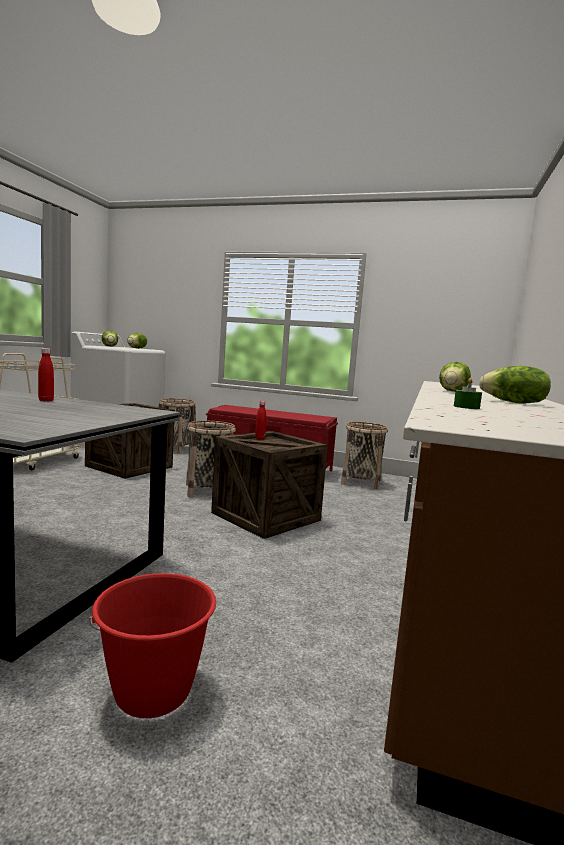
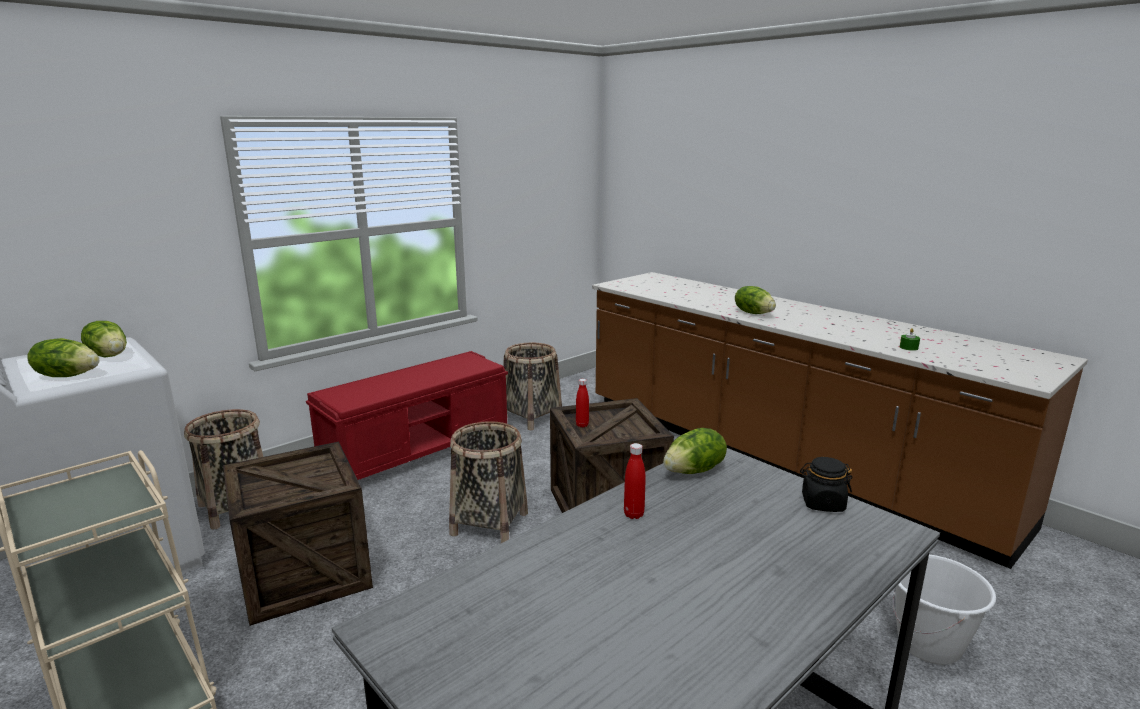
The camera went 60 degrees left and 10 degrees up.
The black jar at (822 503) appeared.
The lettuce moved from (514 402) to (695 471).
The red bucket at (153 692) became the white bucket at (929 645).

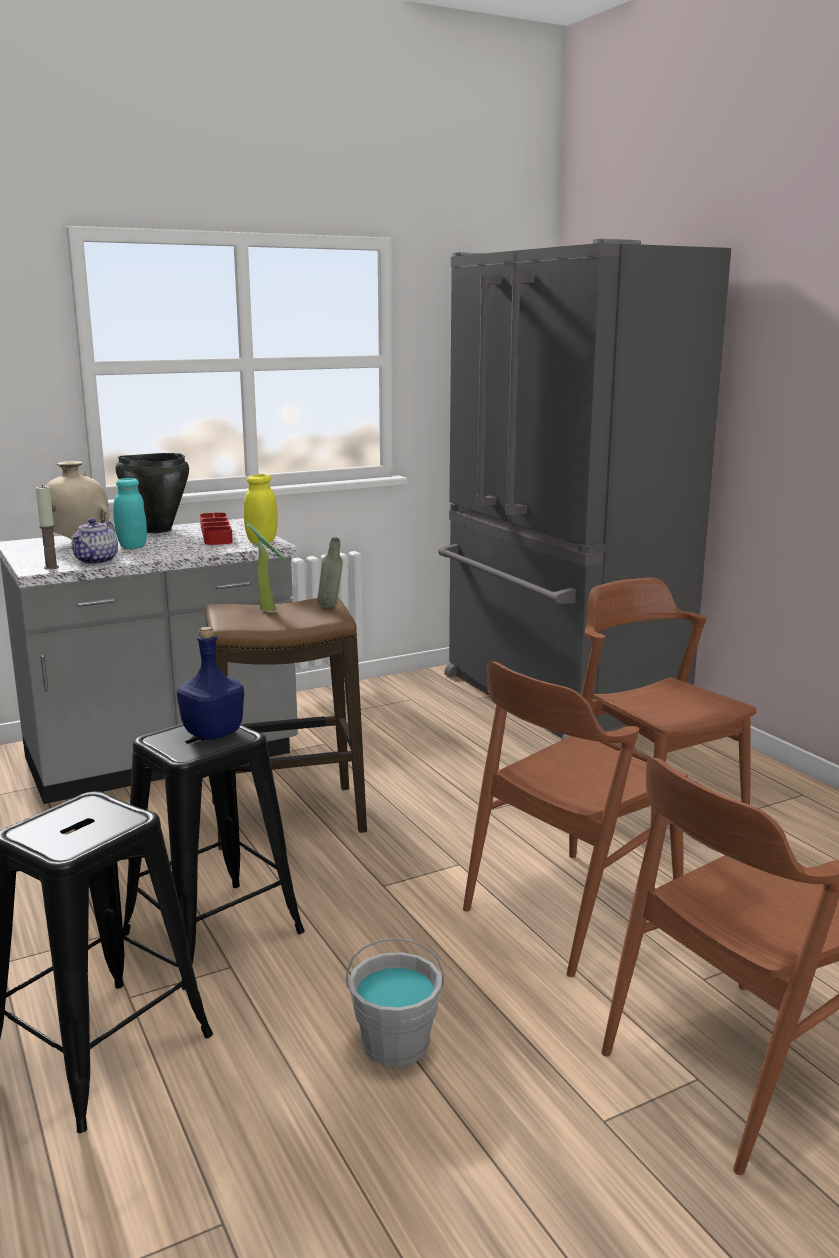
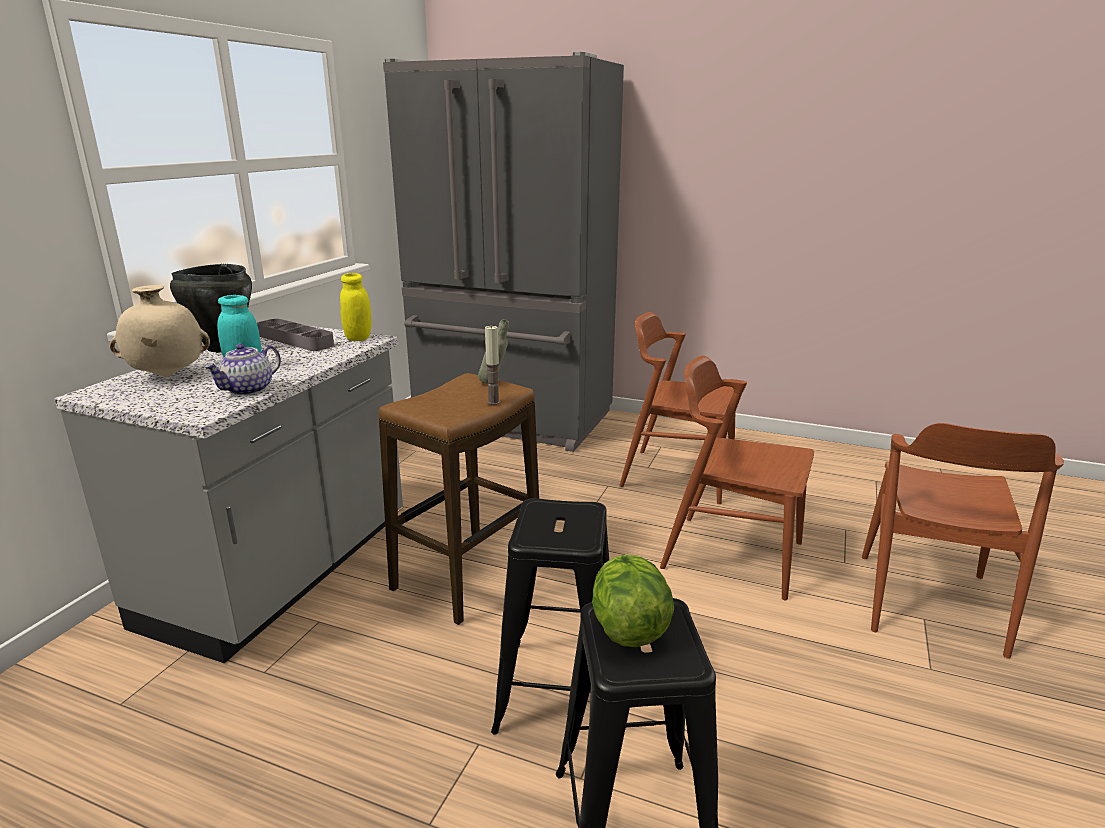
The camera went 40 degrees left and 5 degrees up.
The blue bottle at (214 733) disappeared.
The potted plant at (269 608) disappeared.
The grey bucket at (395 1044) disappeared.
The lettuce at (628 628) appeared.
The candle moved from (51 567) to (493 402).
The red tray at (216 534) became the grey tray at (295 340).
The teapot at (97 561) turned 60 degrees clockwise.
The brown chair at (571 910) turned 105 degrees clockwise.

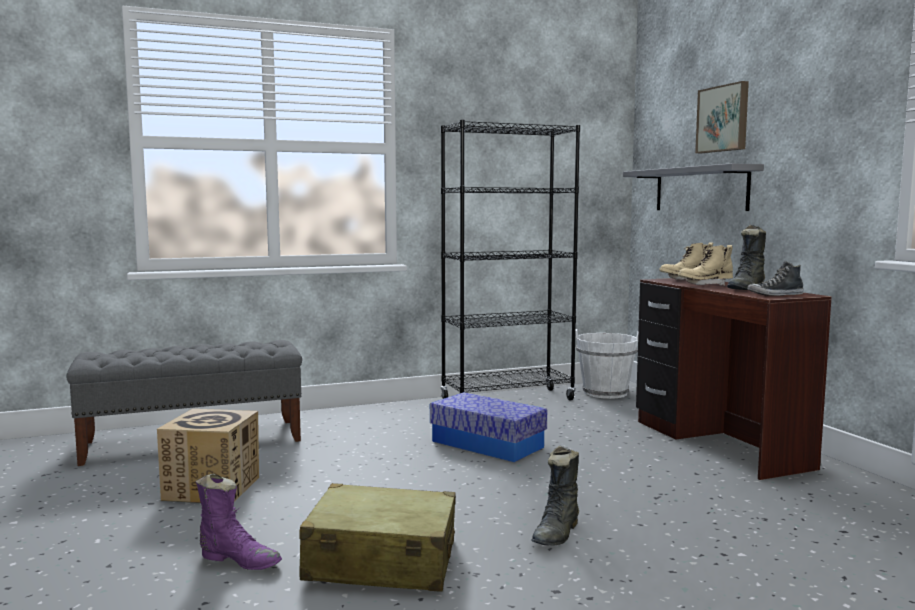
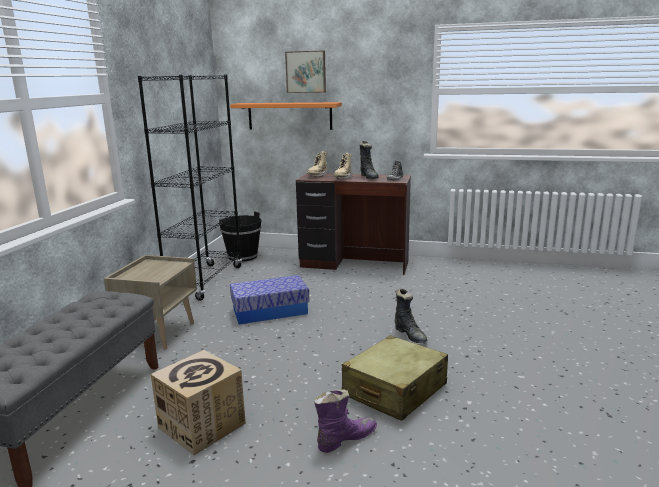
The camera went 55 degrees left and 10 degrees up.
The beige nightstand at (159 333) appeared.
The white bucket at (605 393) became the black bucket at (243 257).
The grey shelf at (700 189) became the orange shelf at (289 116).

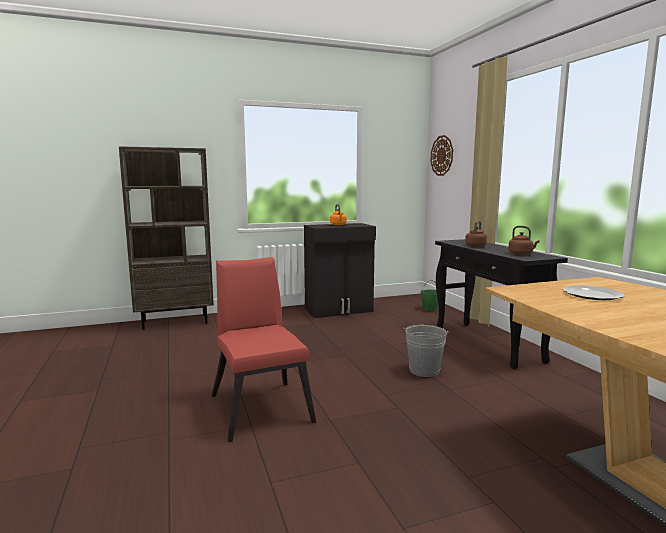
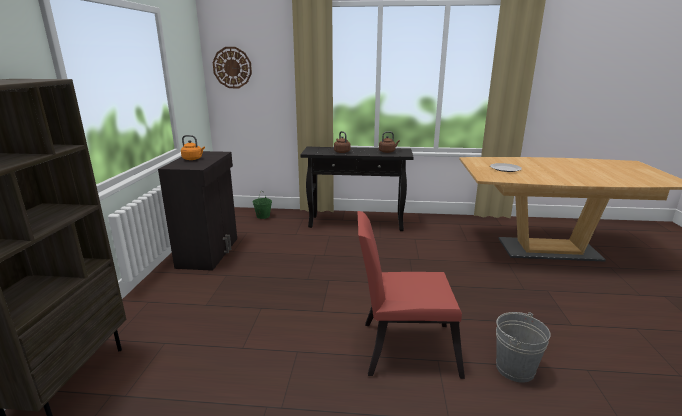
The camera went 65 degrees left and 10 degrees up.
The grey bucket moved from (424 370) to (515 368).

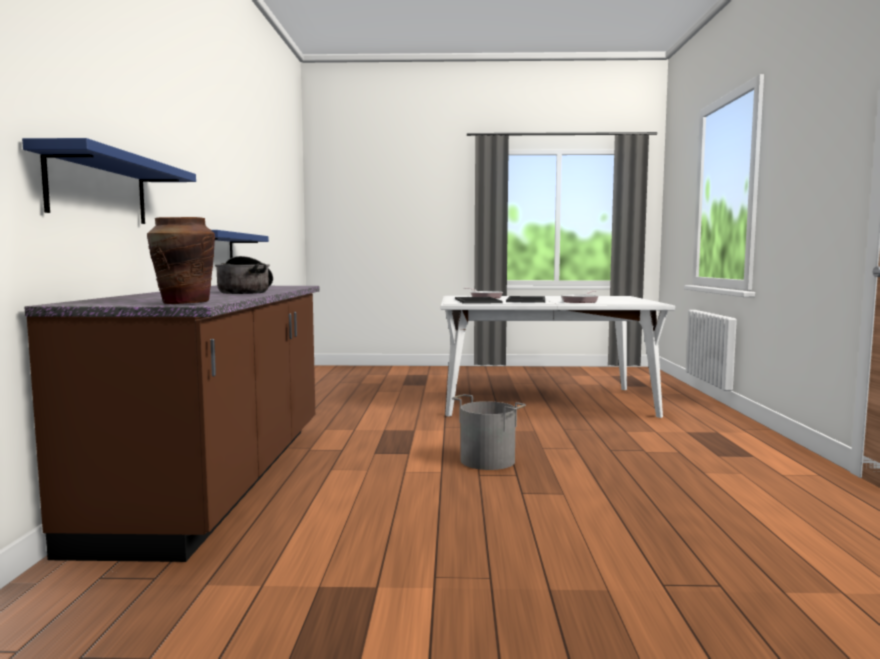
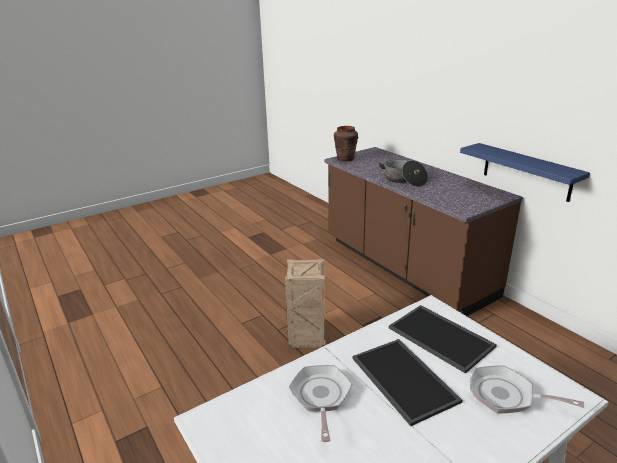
The camera went 145 degrees right and 20 degrees up.
The blue shelf at (98 189) disappeared.
The grey bucket at (488 460) was replaced by the crate at (308 338).

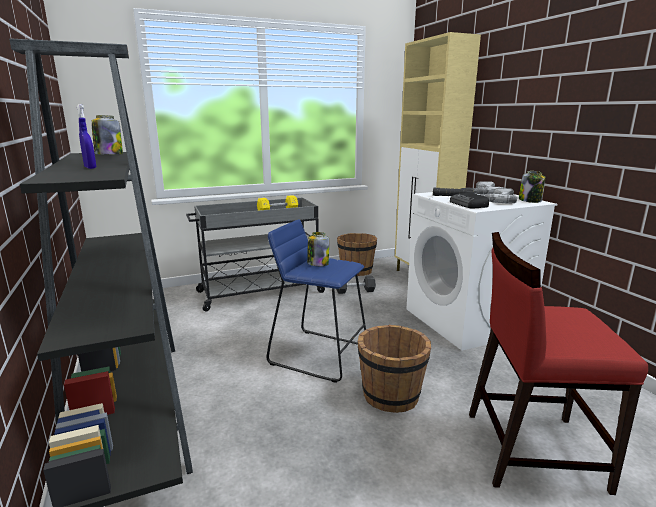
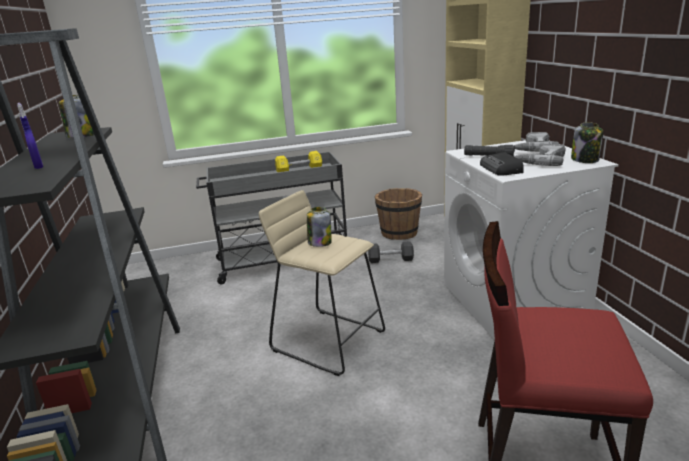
The camera went 10 degrees right and 5 degrees up.
The brown bucket at (391 395) disappeared.
The blue stool at (319 354) became the beige stool at (329 340).

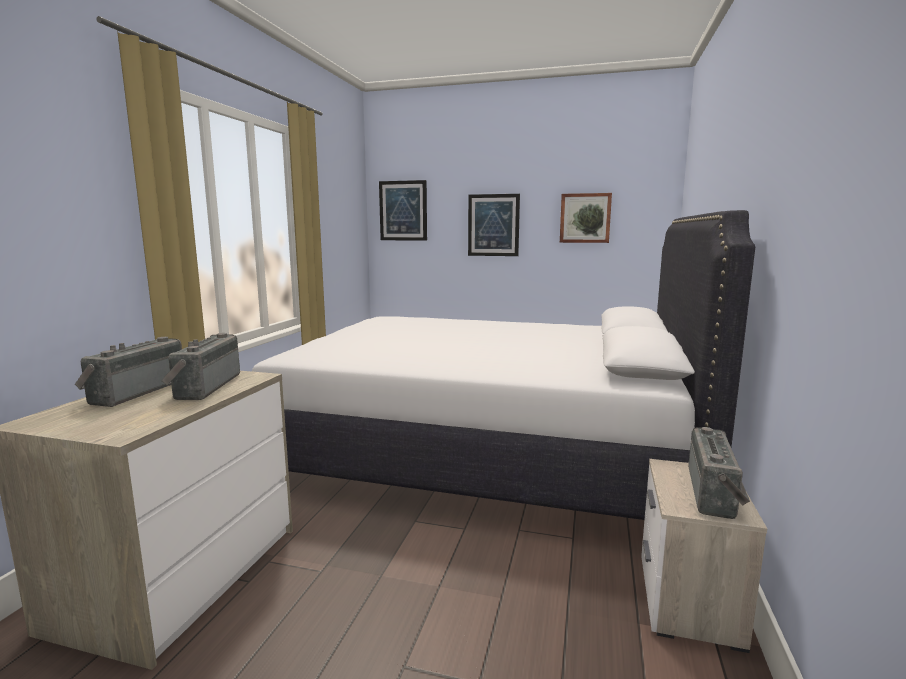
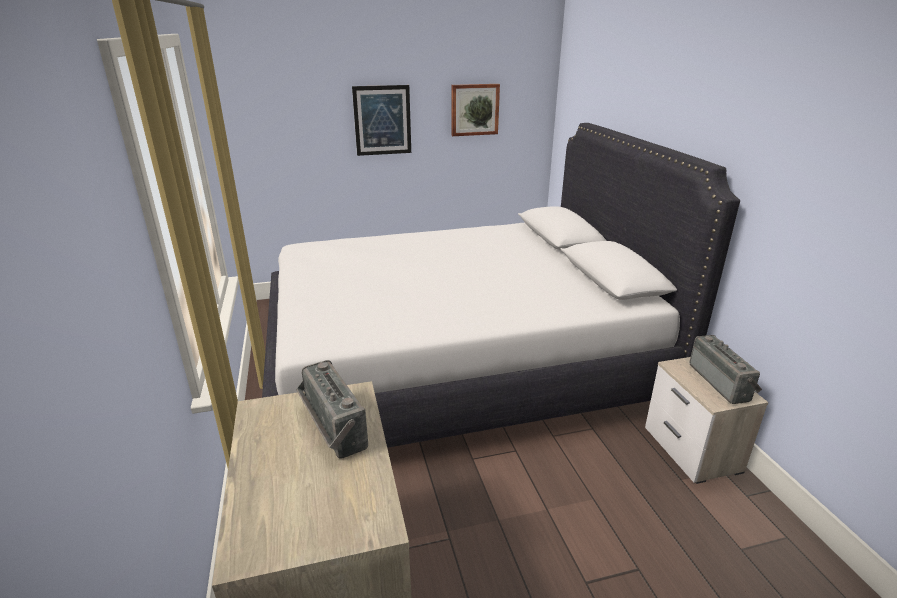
The camera went 30 degrees left and 15 degrees up.
The radio at (135 391) disappeared.
The picture at (403 211) disappeared.

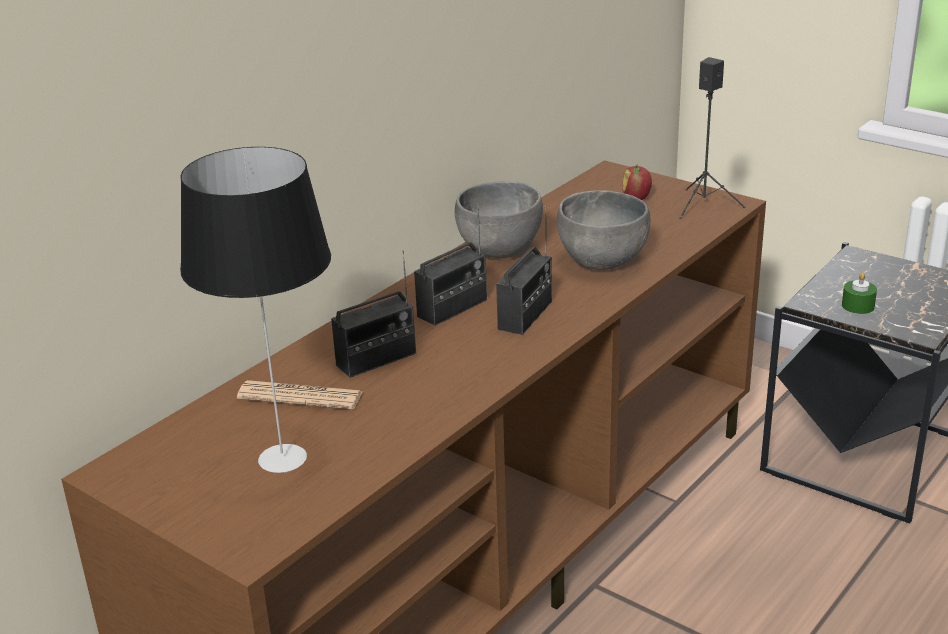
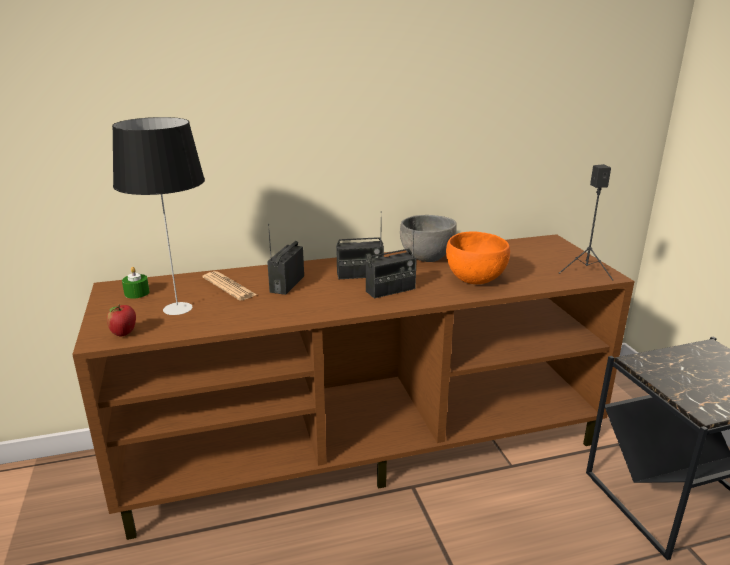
The camera went 35 degrees right and 5 degrees down.
The apple moved from (636 198) to (124 333).
The green candle moved from (858 306) to (137 293).
The grey bowl at (601 262) became the orange bowl at (474 279).
The radio at (376 359) turned 105 degrees clockwise.

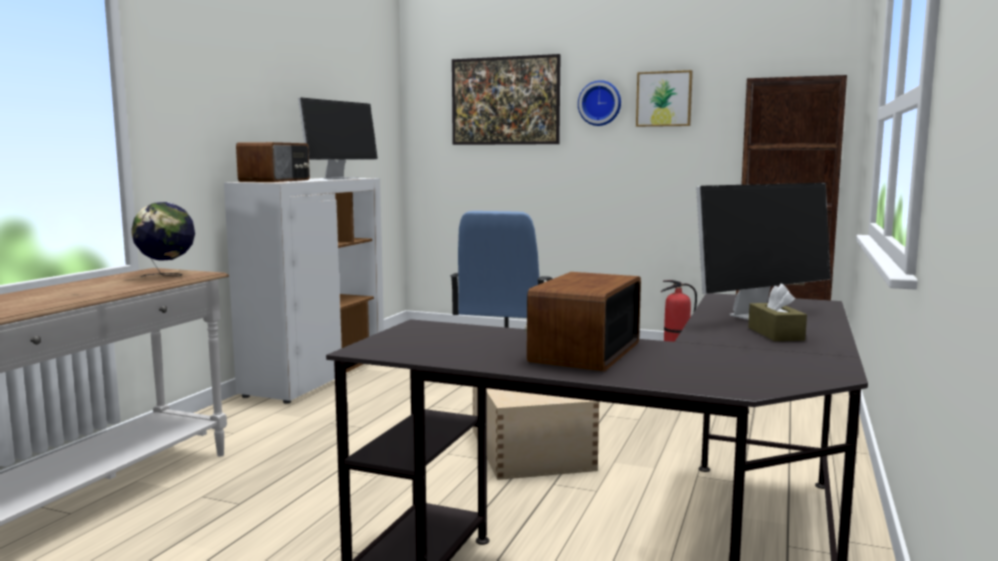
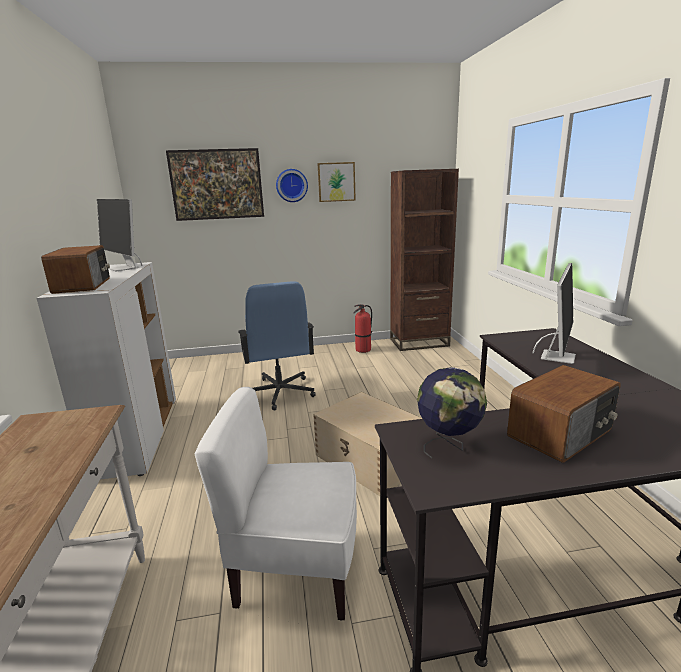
The camera went 30 degrees left and 10 degrees up.
The brown tissue box at (775 334) disappeared.
The white chair at (296 570) appeared.
The globe moved from (167 276) to (449 446).
The monitor at (341 178) turned 135 degrees clockwise.
The radio at (583 352) turned 120 degrees counterclockwise.

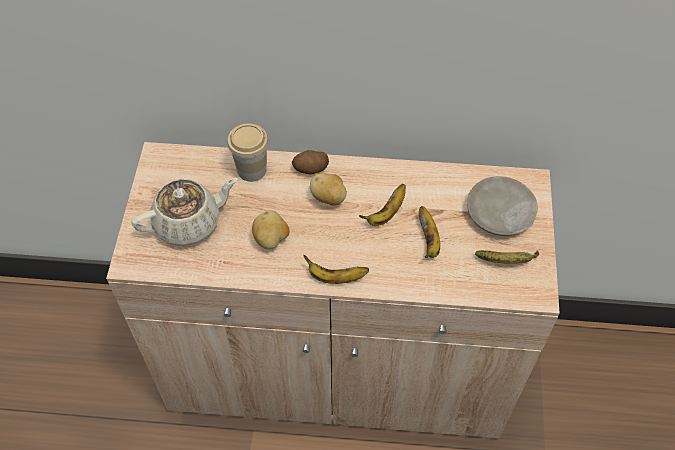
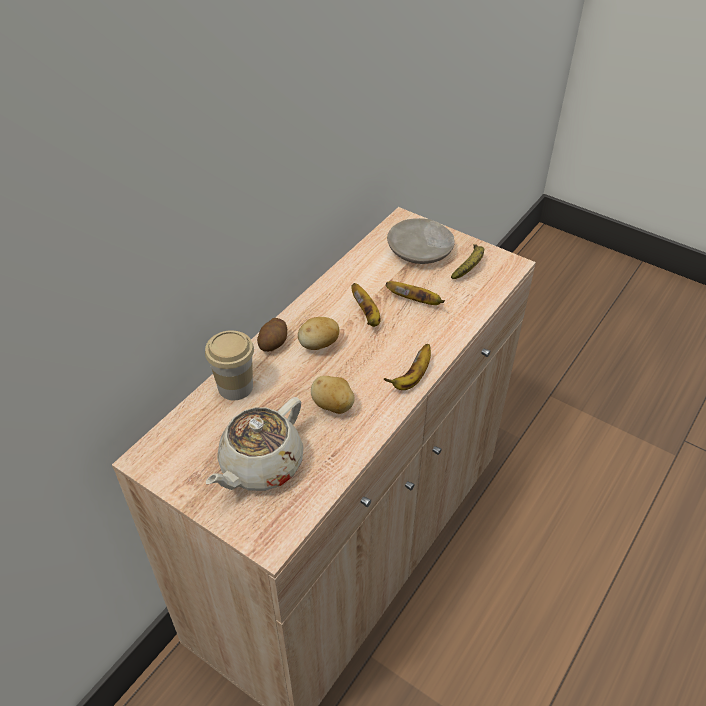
The camera went 60 degrees left and 10 degrees down.
The beige teapot at (189 223) turned 150 degrees counterclockwise.

